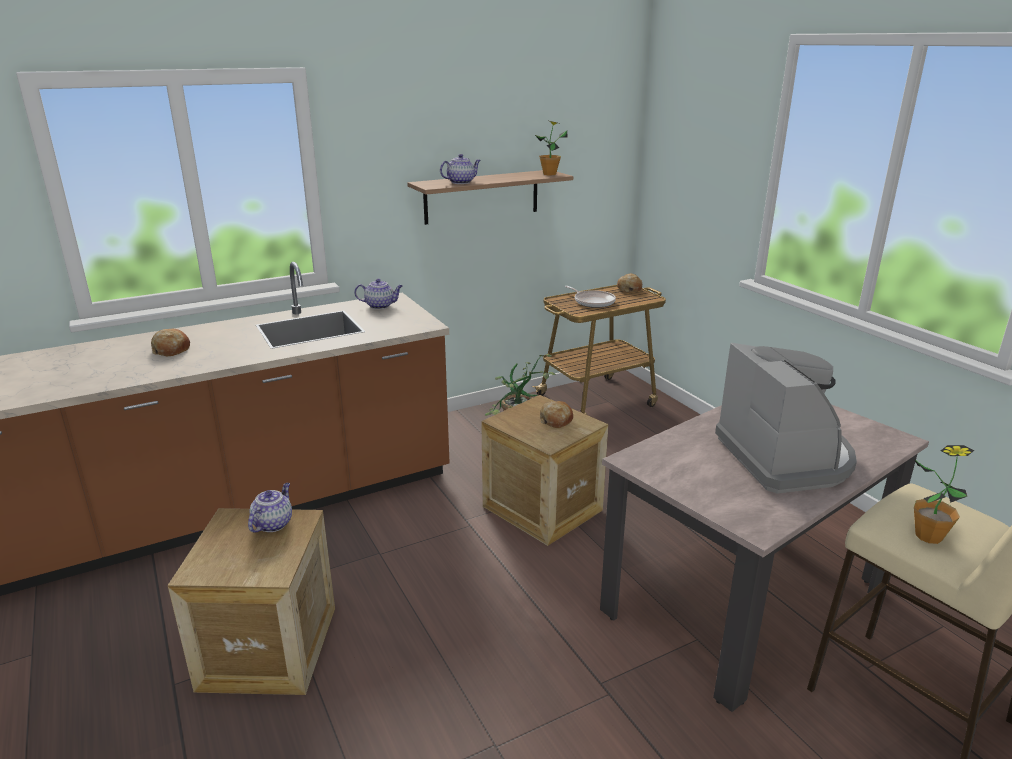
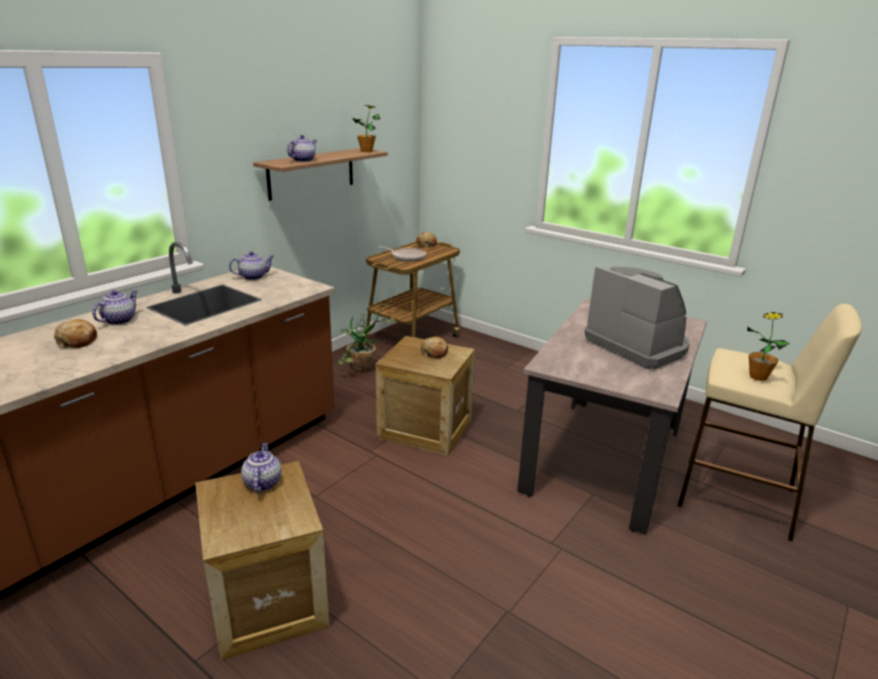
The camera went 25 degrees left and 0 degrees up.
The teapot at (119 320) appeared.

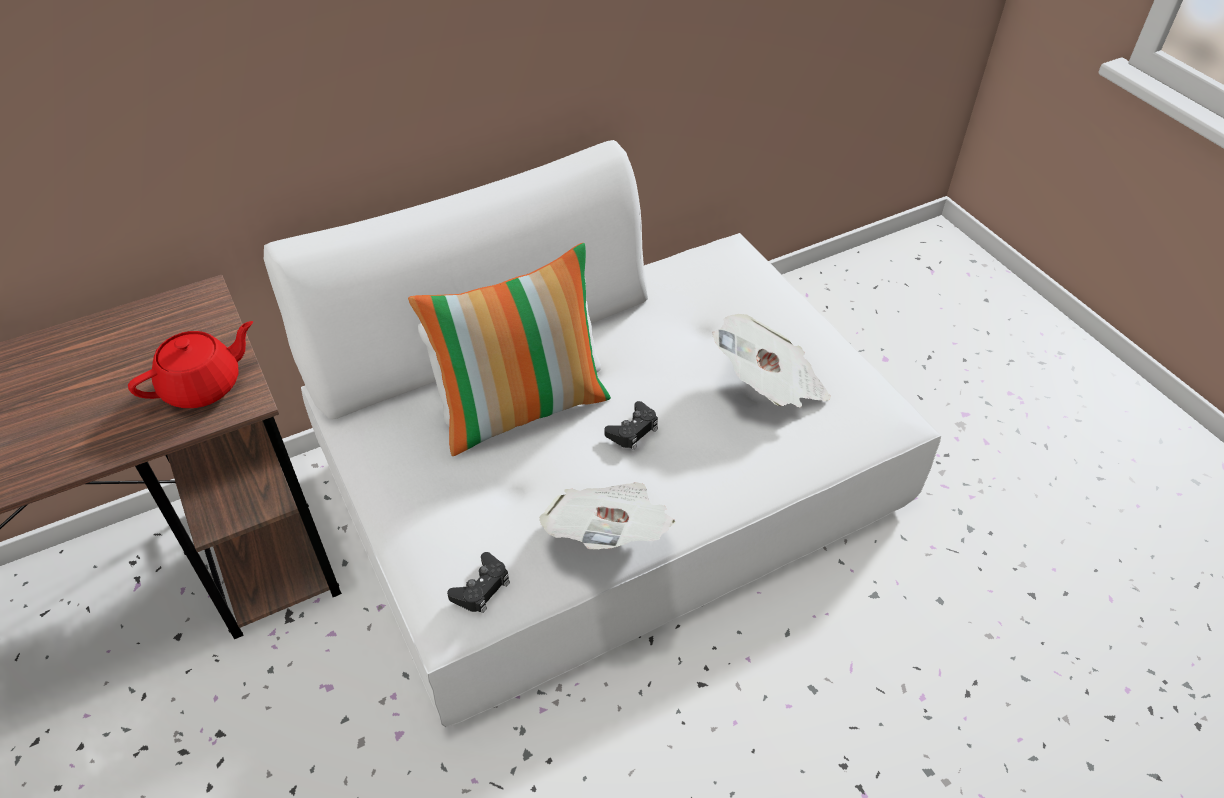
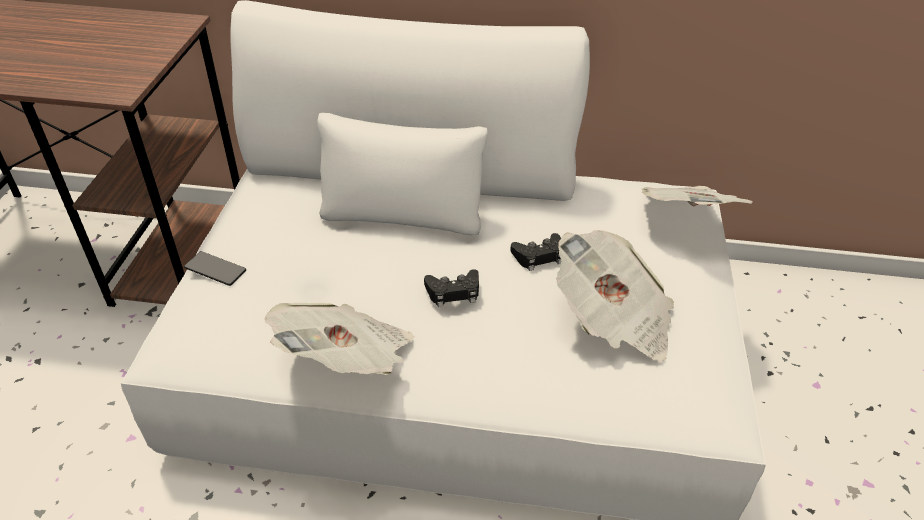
The camera went 35 degrees right and 5 degrees down.
The red teapot at (204 386) disappeared.
The pillow at (523 407) disappeared.
The phone at (215 269) appeared.
The newspaper at (688 218) appeared.
The black game controller moved from (481 588) to (539 256).

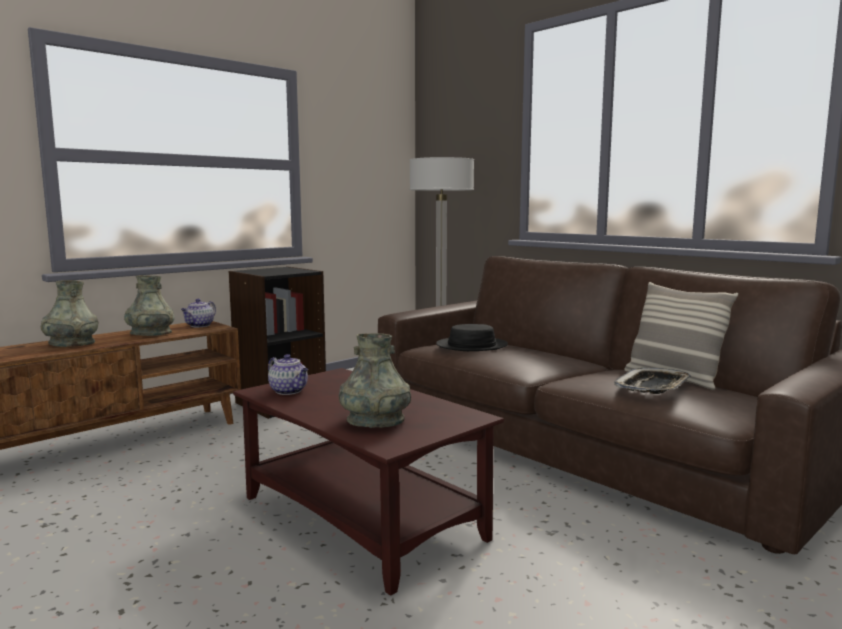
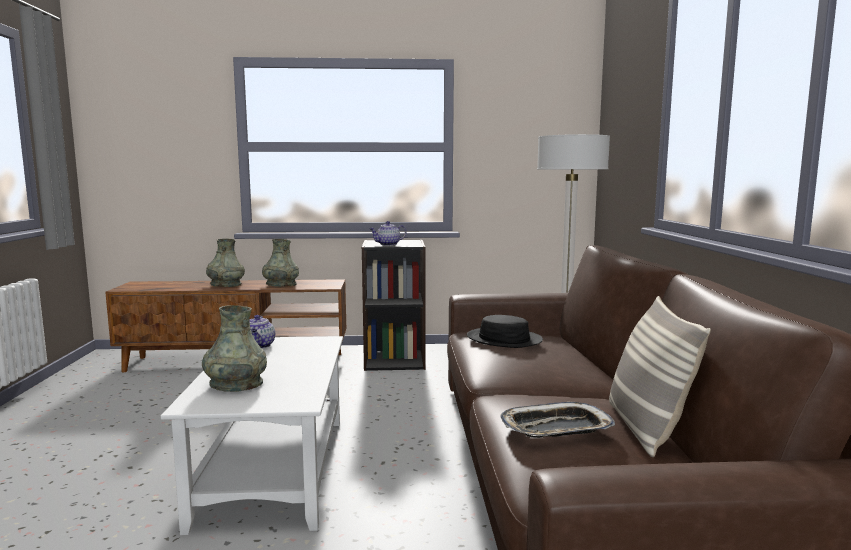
The camera went 40 degrees right and 0 degrees up.
The teapot moved from (199 325) to (387 244).
The brown coffee table at (363 518) became the white coffee table at (274 470).

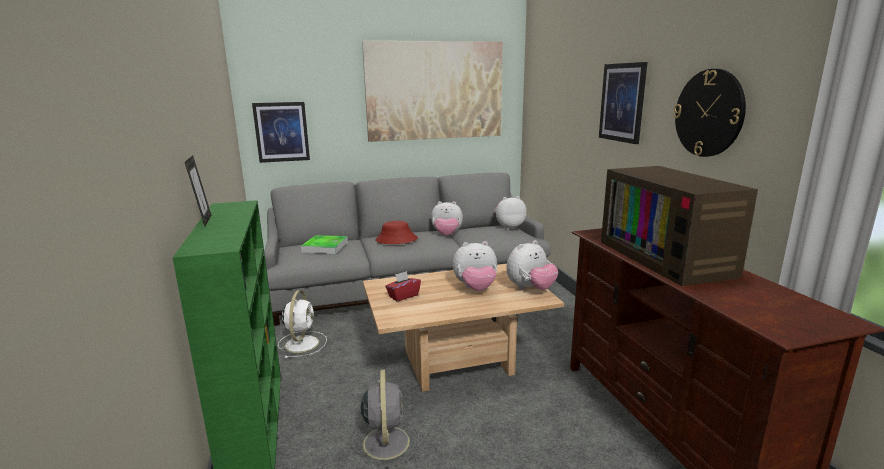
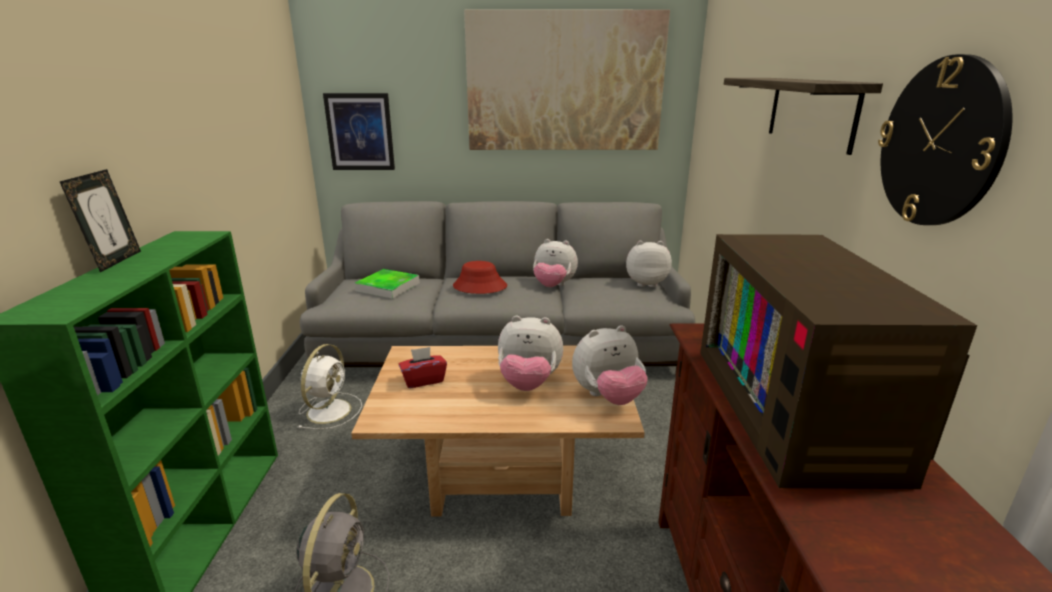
The camera went 15 degrees right and 5 degrees up.
The picture at (622 102) was replaced by the shelf at (811 111).

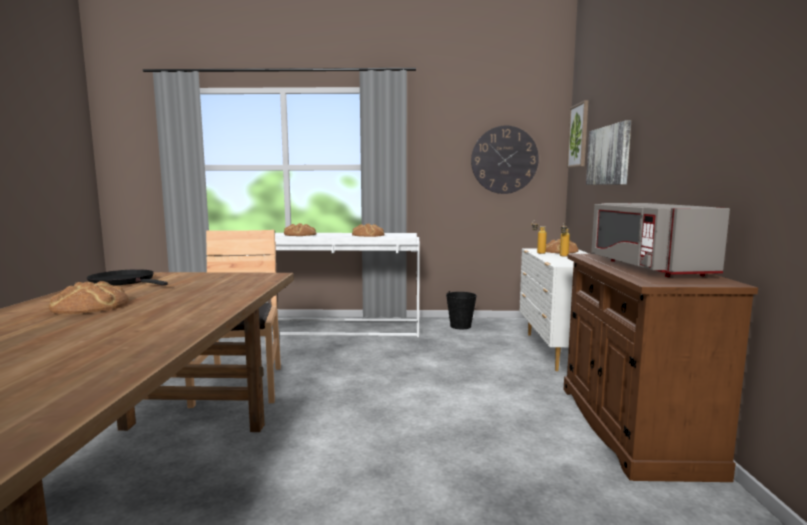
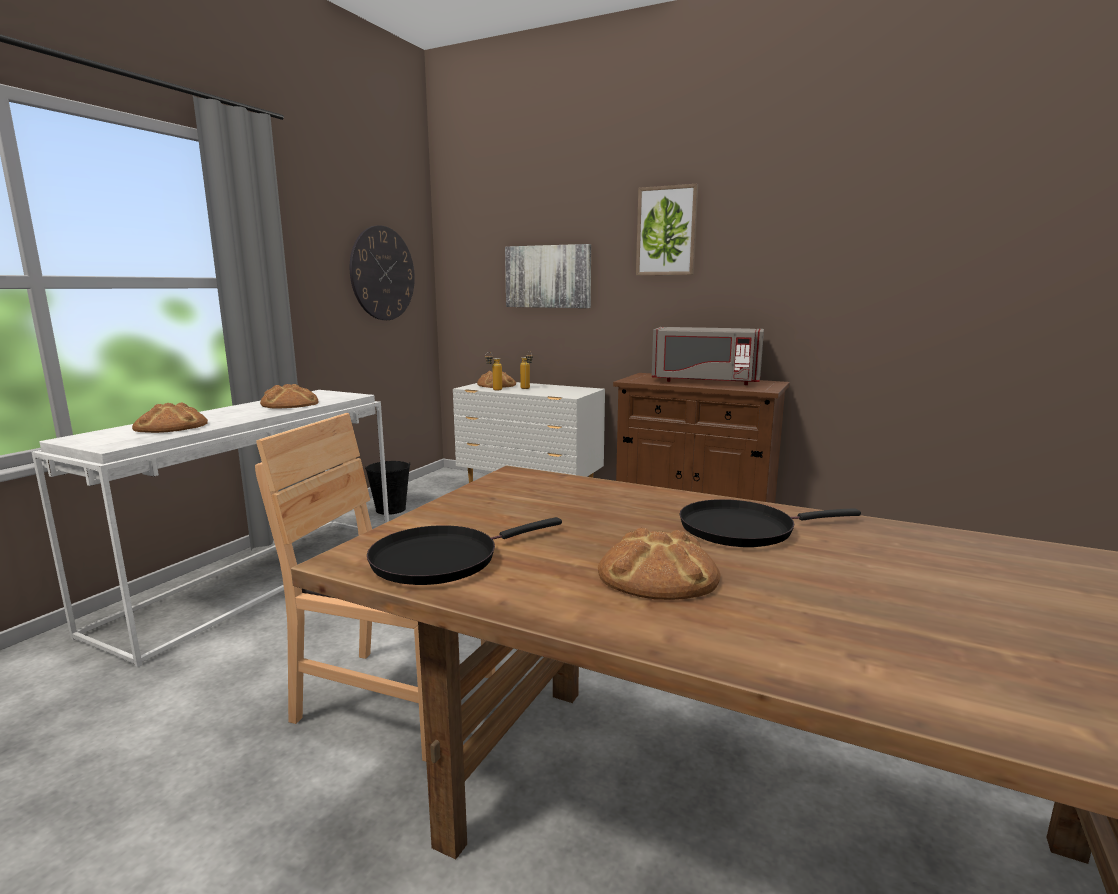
The camera went 65 degrees left and 5 degrees up.
The black frying pan at (743 529) appeared.
The picture moved from (578 135) to (666 231).

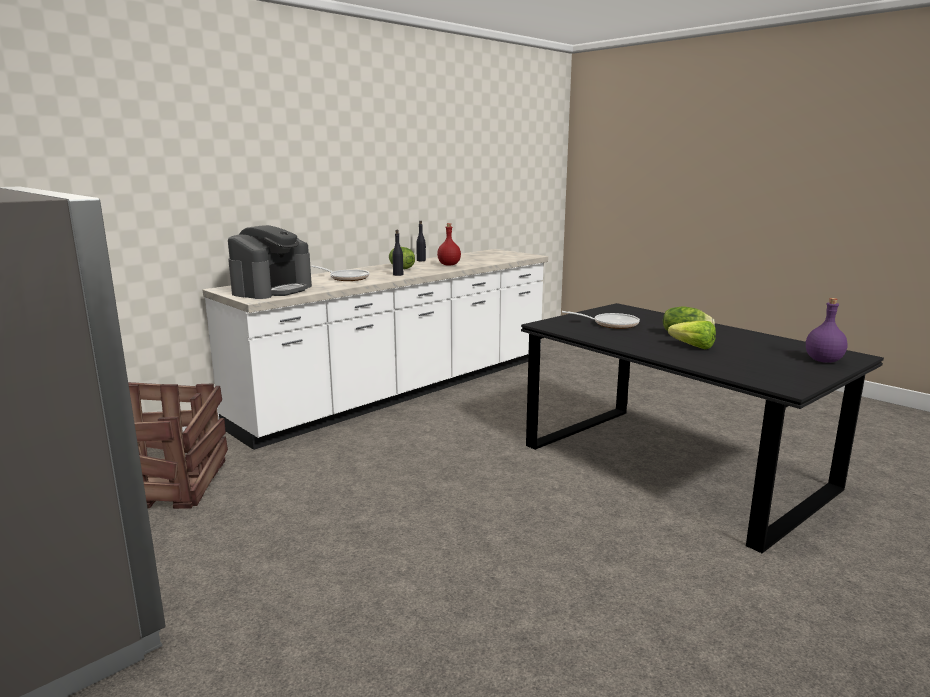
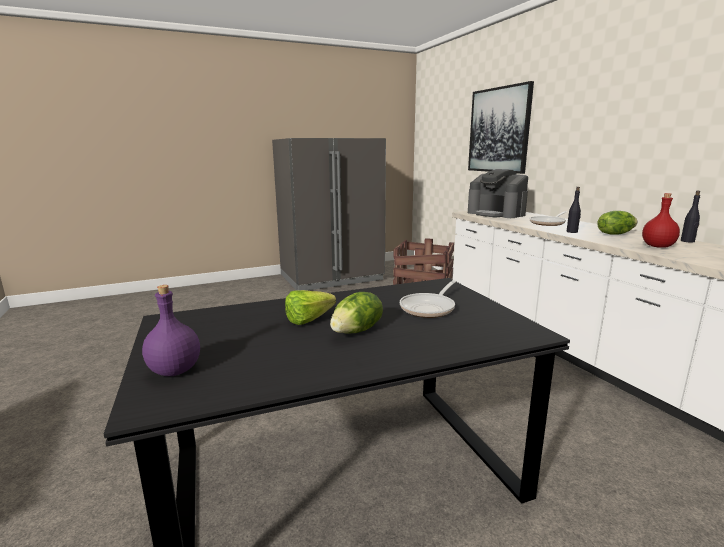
The camera went 110 degrees right and 0 degrees up.
The picture at (499 130) appeared.

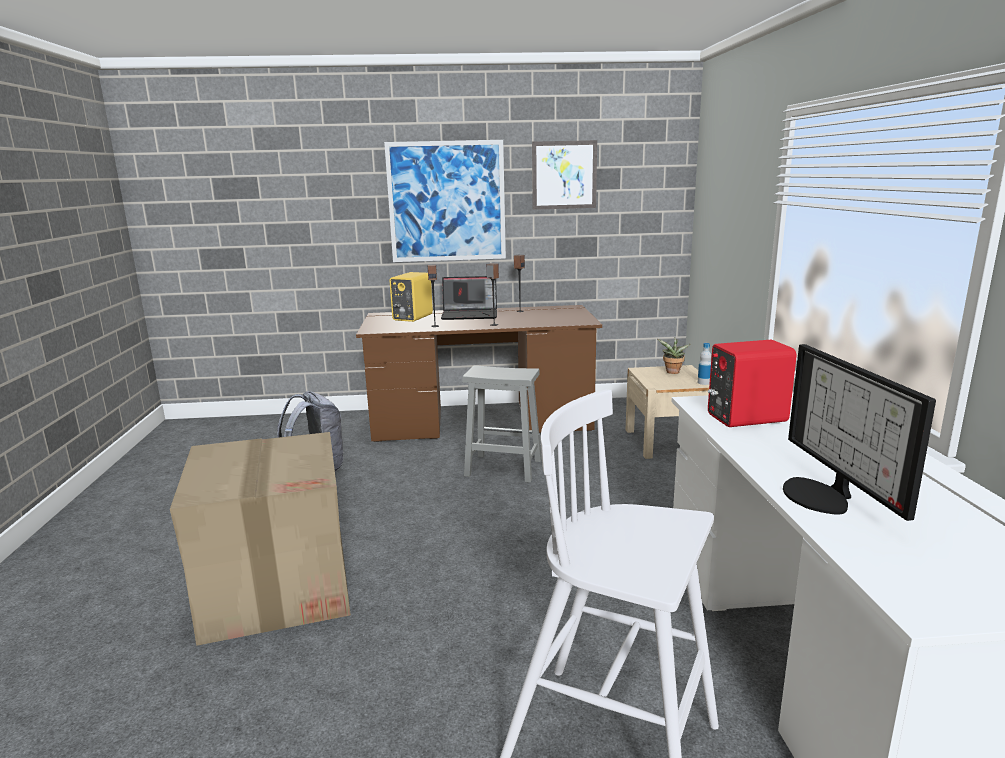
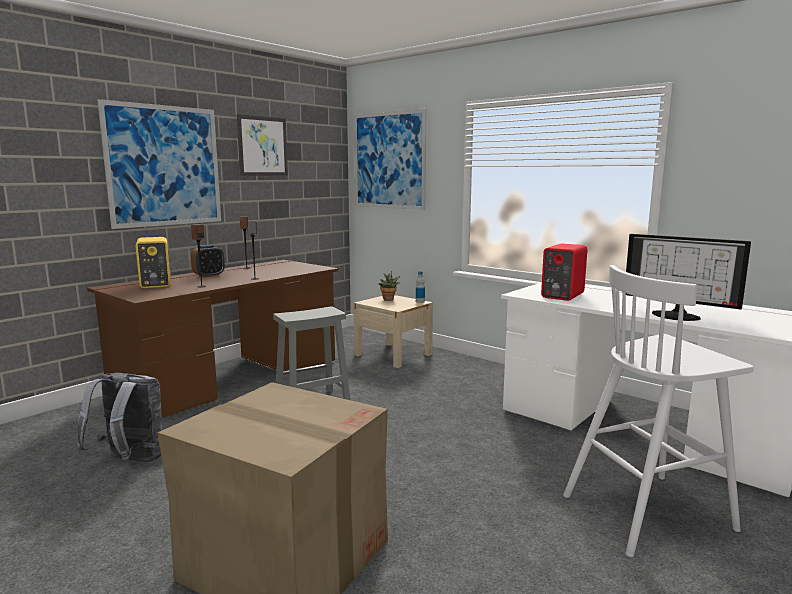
The camera went 45 degrees left and 5 degrees down.
The picture at (389 160) appeared.
The laptop at (470 315) was replaced by the alarm clock at (209 275).

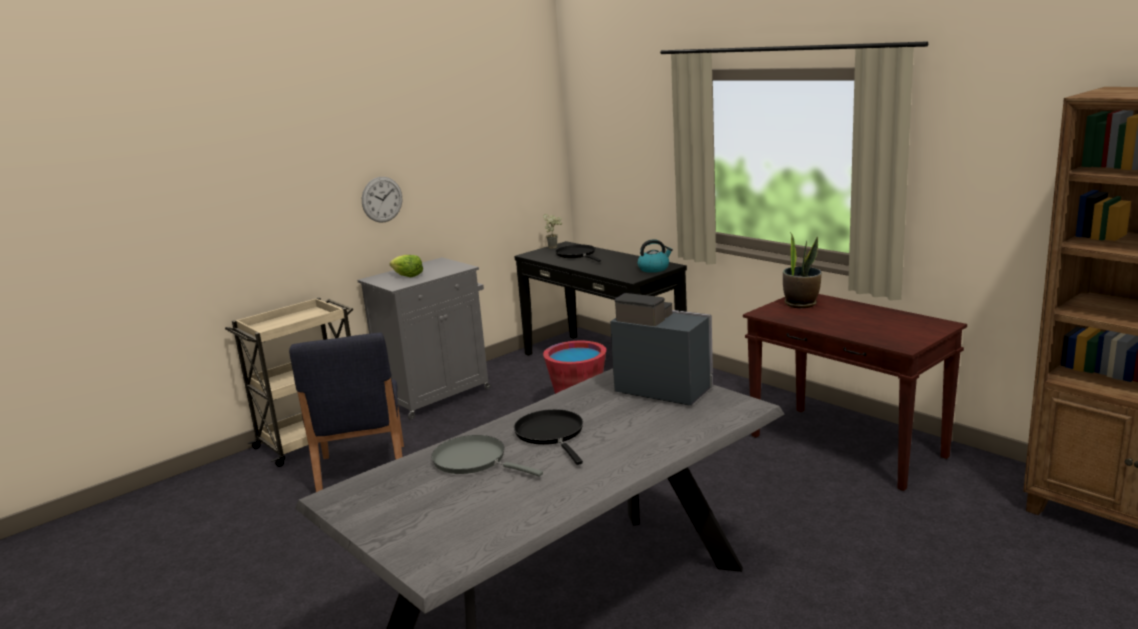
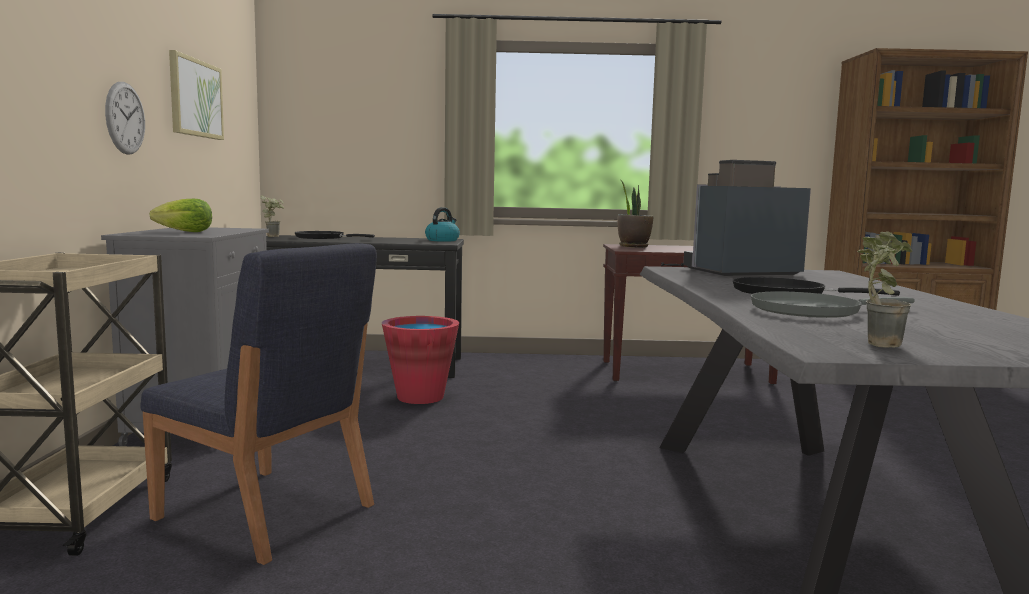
The camera went 50 degrees left and 10 degrees down.
The picture at (195 98) appeared.
The potted plant at (873 343) appeared.

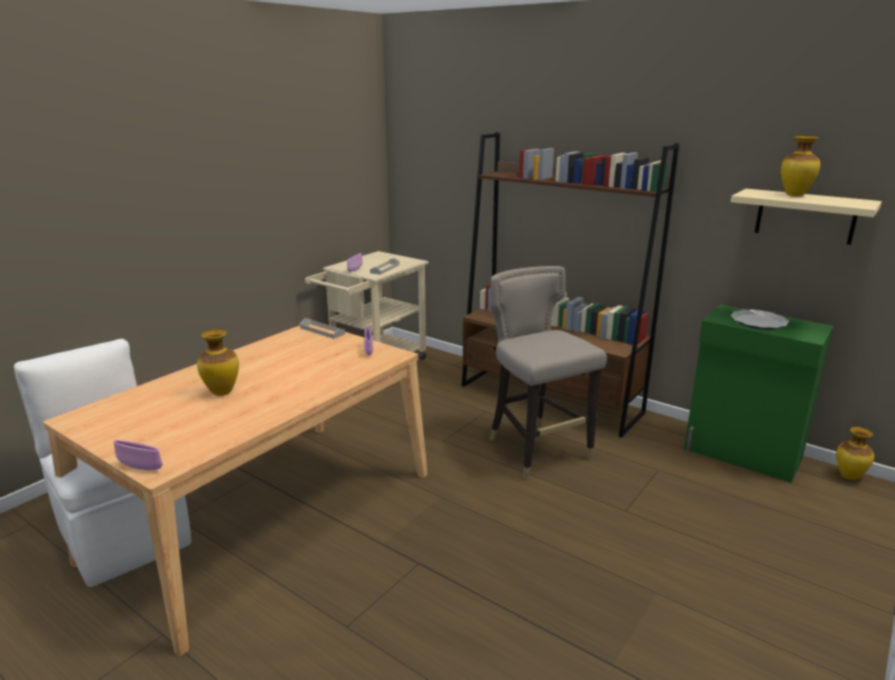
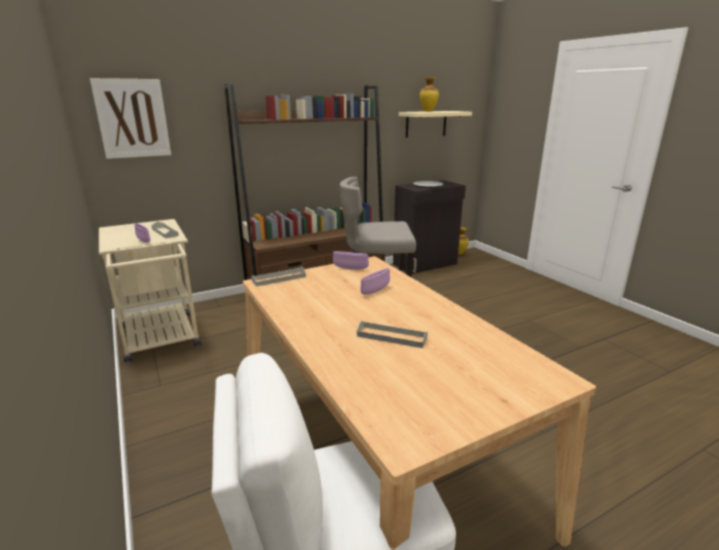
The camera went 65 degrees left and 0 degrees up.
The picture at (132 118) appeared.
The purple bowl moved from (140 467) to (375 291).
The vase at (221 392) was replaced by the grey tray at (391 337).
The green cabinet at (742 454) became the black cabinet at (426 264).

